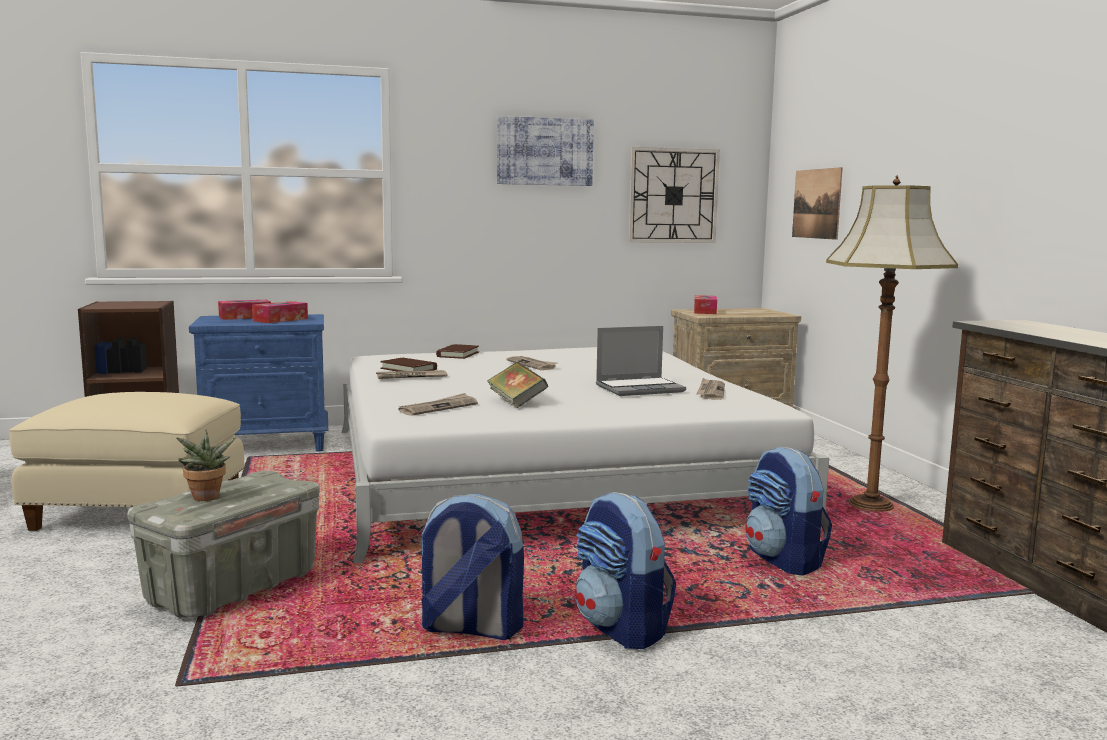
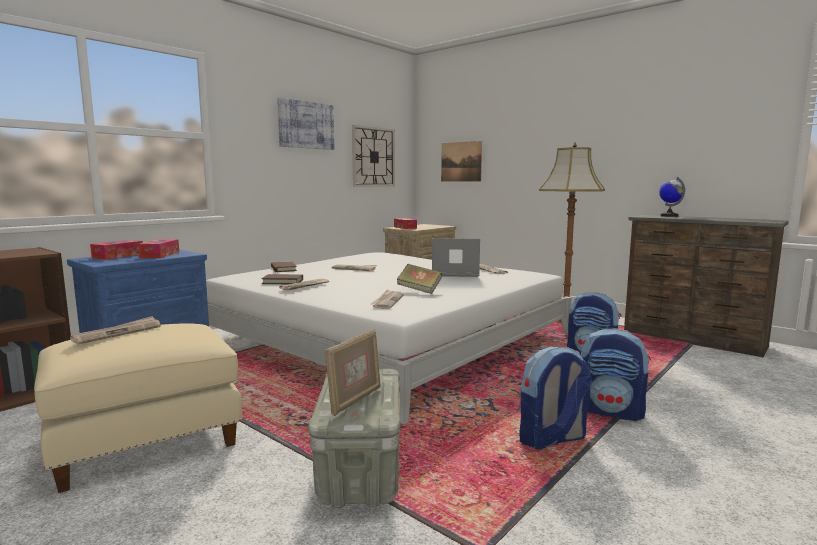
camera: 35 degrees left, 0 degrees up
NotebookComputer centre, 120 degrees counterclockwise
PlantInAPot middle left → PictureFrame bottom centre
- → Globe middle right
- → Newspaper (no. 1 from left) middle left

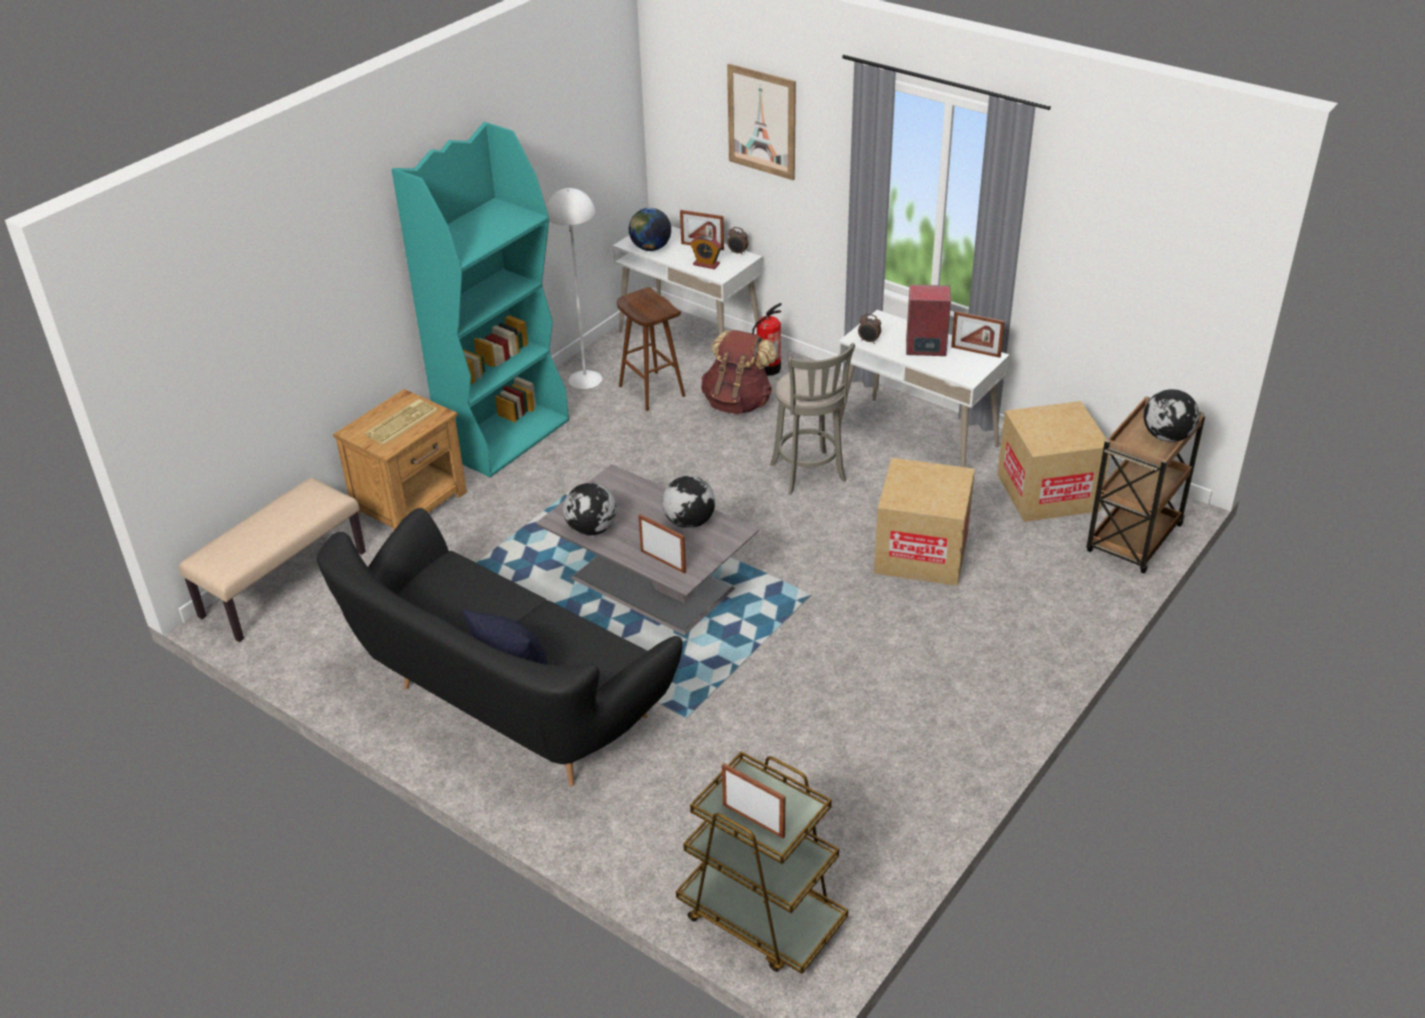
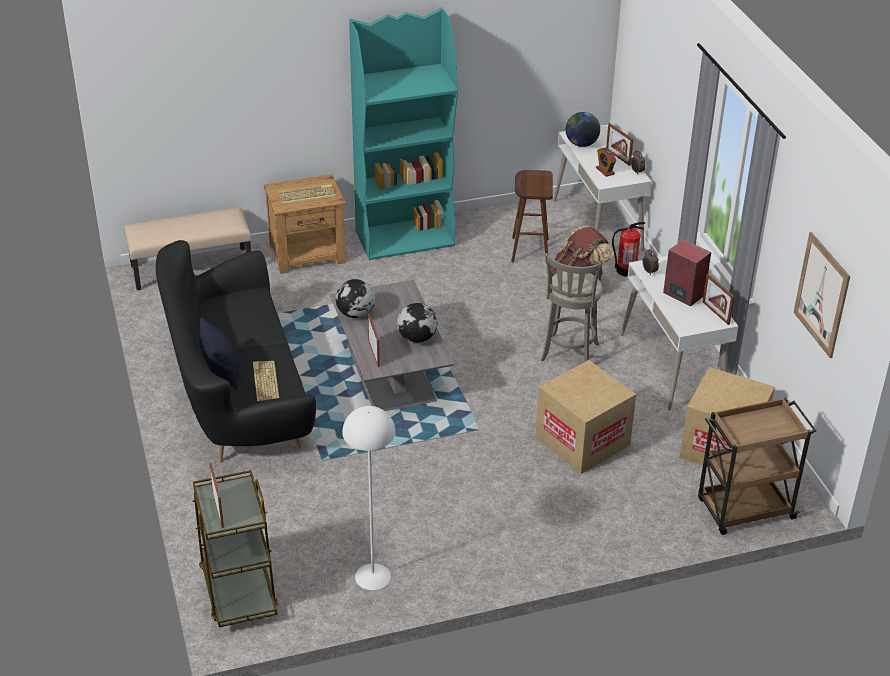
camera: 35 degrees right, 0 degrees up
WallPicture top centre → WallPicture middle right, shifted
WhiteColouredFloorLamp top centre → WhiteColouredFloorLamp bottom centre, shifted
Globe (no. 4 from left) middle right → -
- → ComputerKeyboard (no. 1 from left) middle left

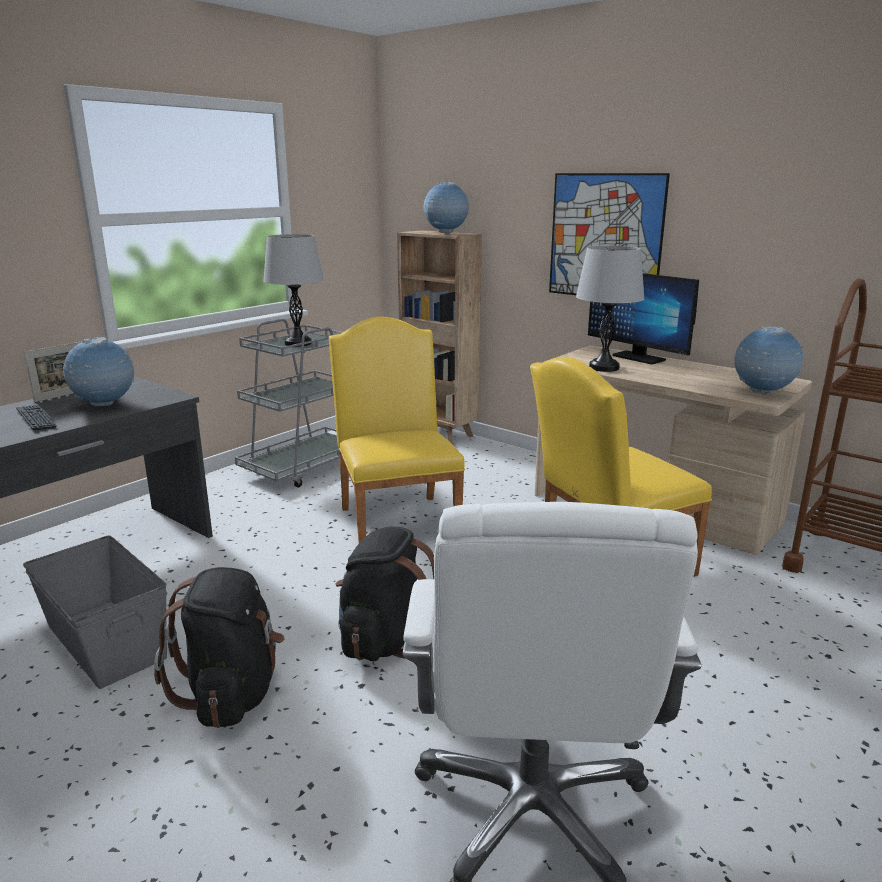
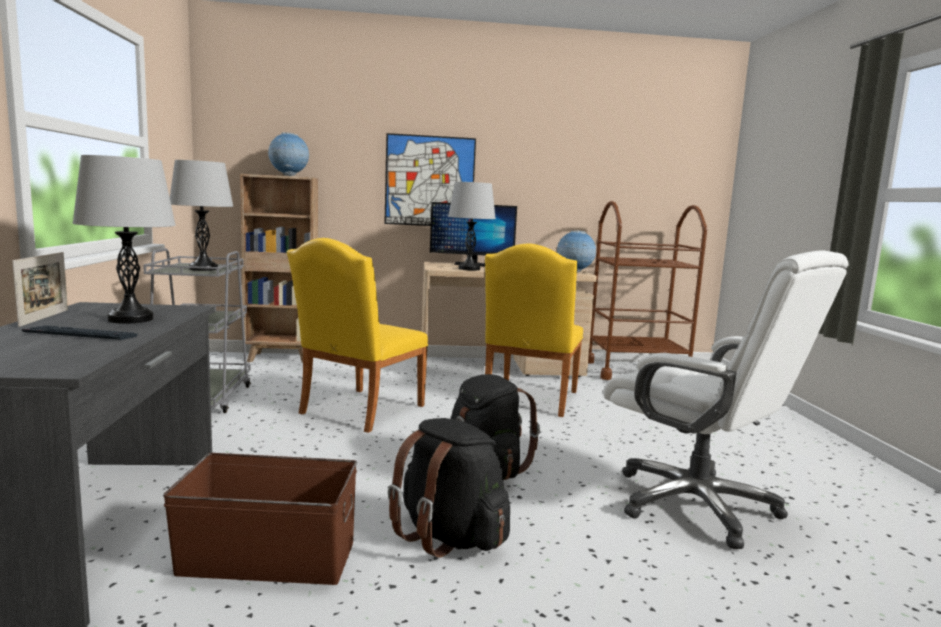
camera: 45 degrees left, 10 degrees down
YellowishPlainChair (no. 1 from left) centre, 90 degrees counterclockwise
Globe (no. 1 from left) middle left → GreyLampForATable (no. 1 from left) middle left
GreyStorageContainer bottom left → BrownColouredStorageContainer bottom left

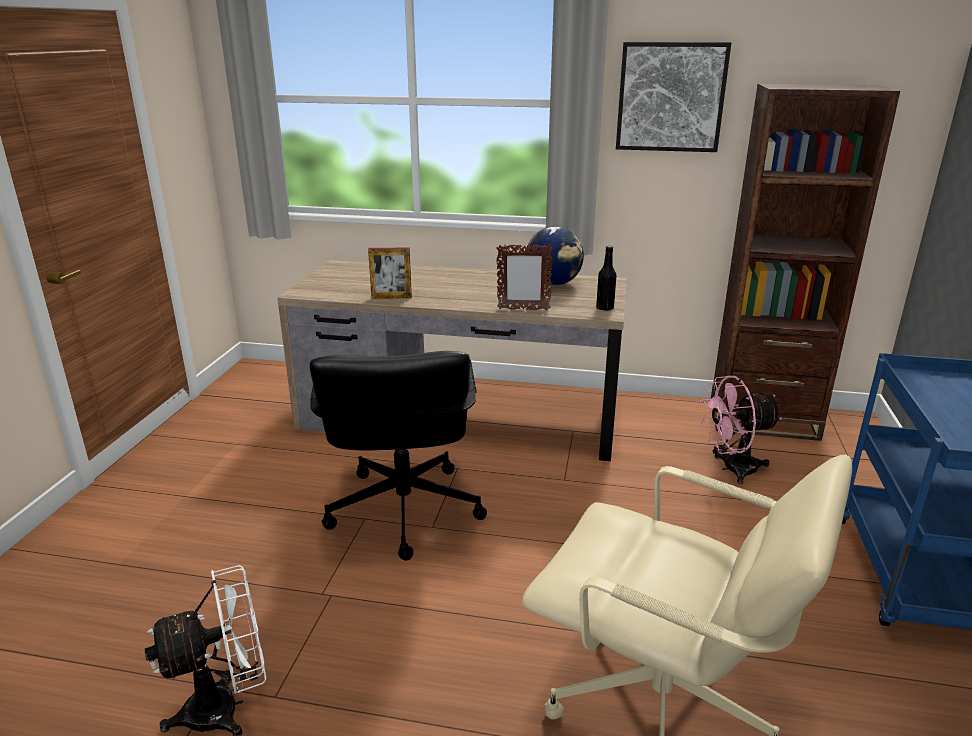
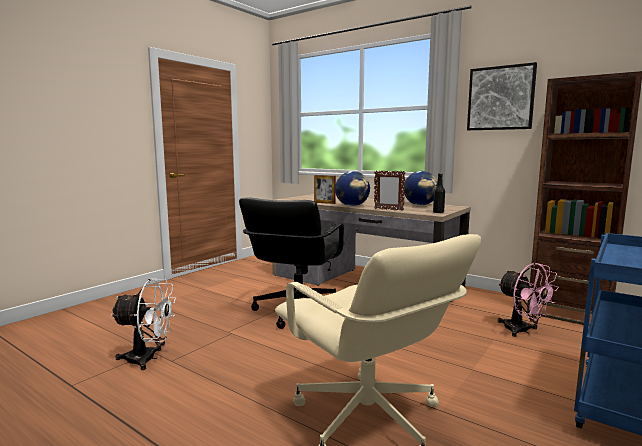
camera: 25 degrees right, 15 degrees down
PinkColouredCoolingFan middle right → PinkColouredCoolingFan bottom right, 135 degrees counterclockwise
- → Globe (no. 1 from left) centre

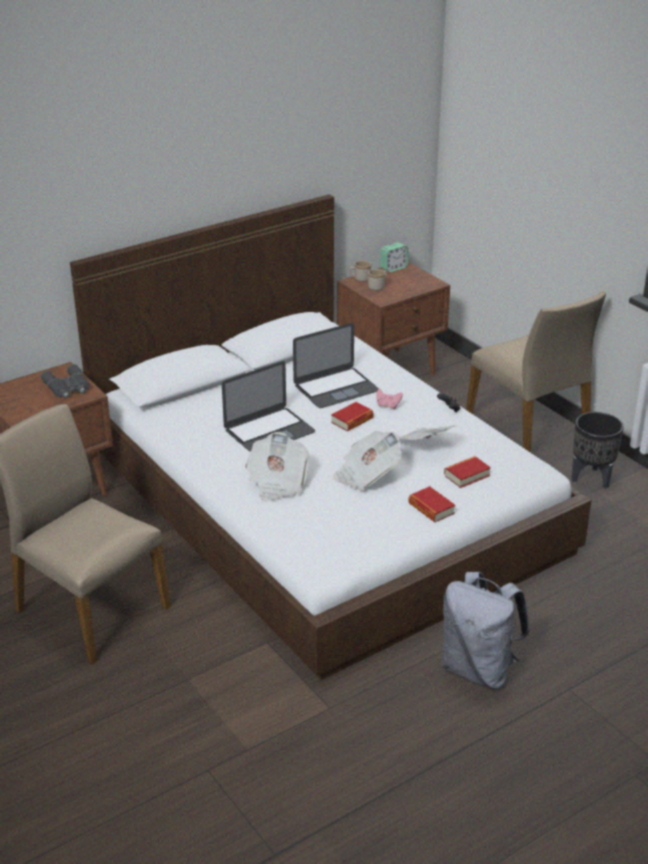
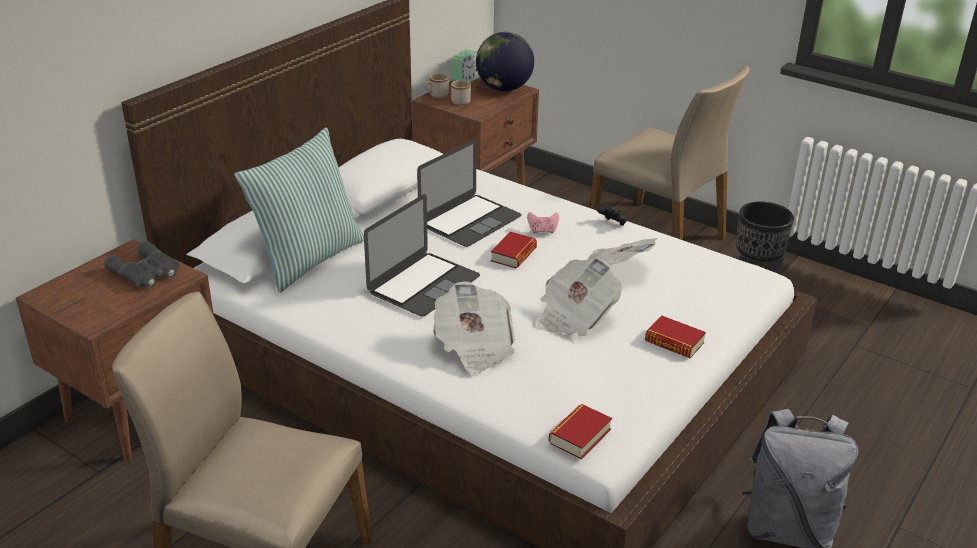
camera: 20 degrees left, 0 degrees up
Volume (no. 3 from left in the first image) middle right → Volume (no. 2 from left) bottom centre, shifted
- → Globe top centre
- → Cushion middle left

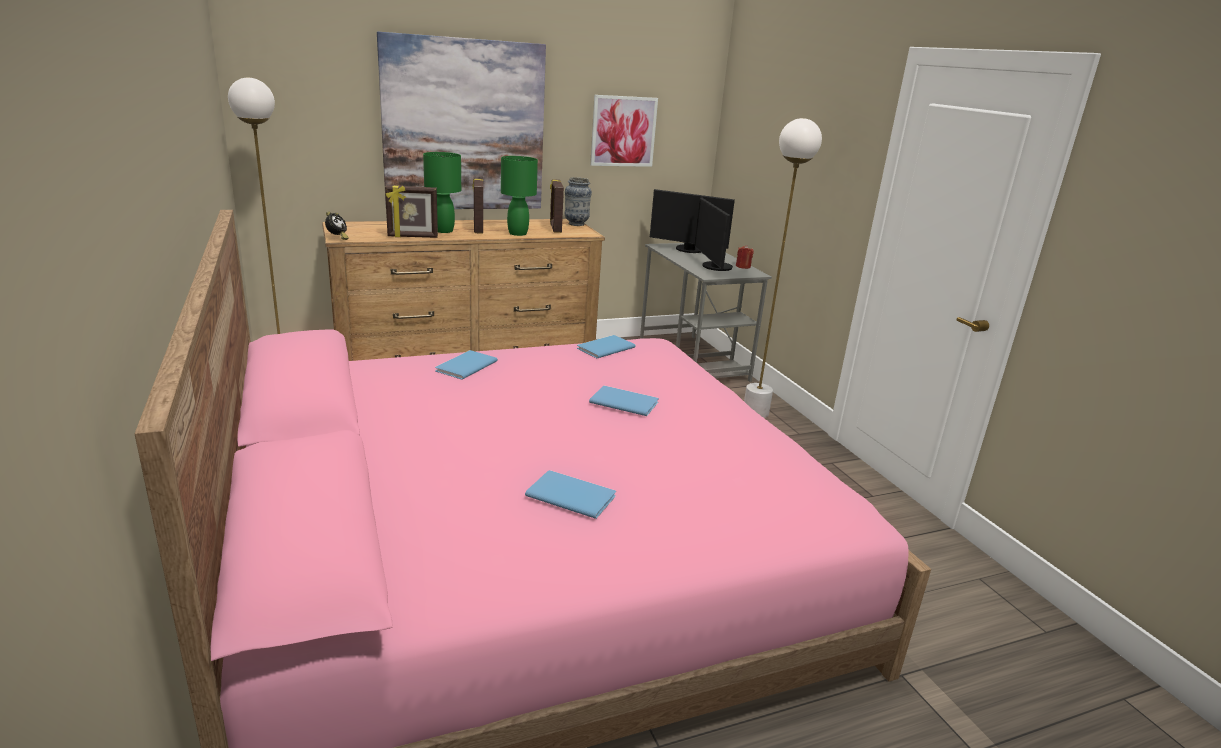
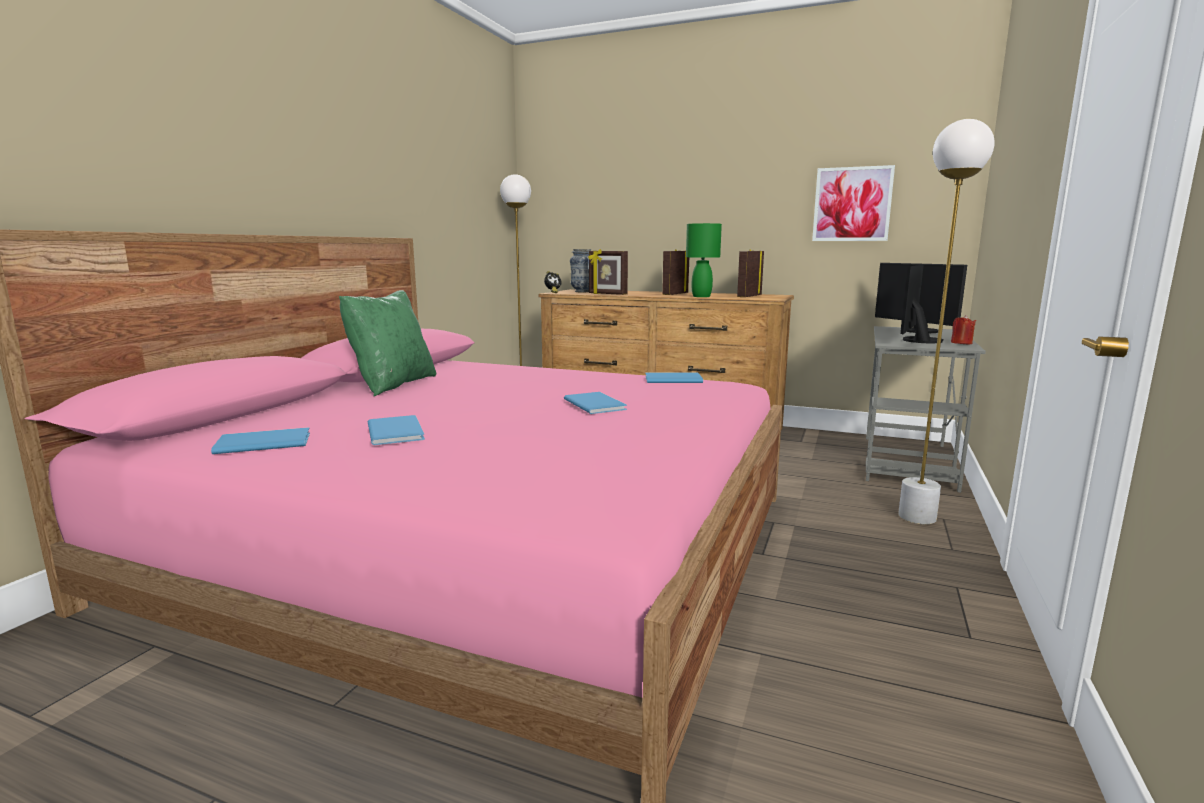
camera: 45 degrees right, 10 degrees down
WallPicture (no. 1 from left) top centre → -
GreenColouredLampForATable (no. 1 from left) top centre → -
DecorativeVase top centre → DecorativeVase centre, shifted
BlueColouredVolume (no. 1 from left) centre → BlueColouredVolume (no. 1 from left) middle left, shifted
- → GreenColouredCushion middle left

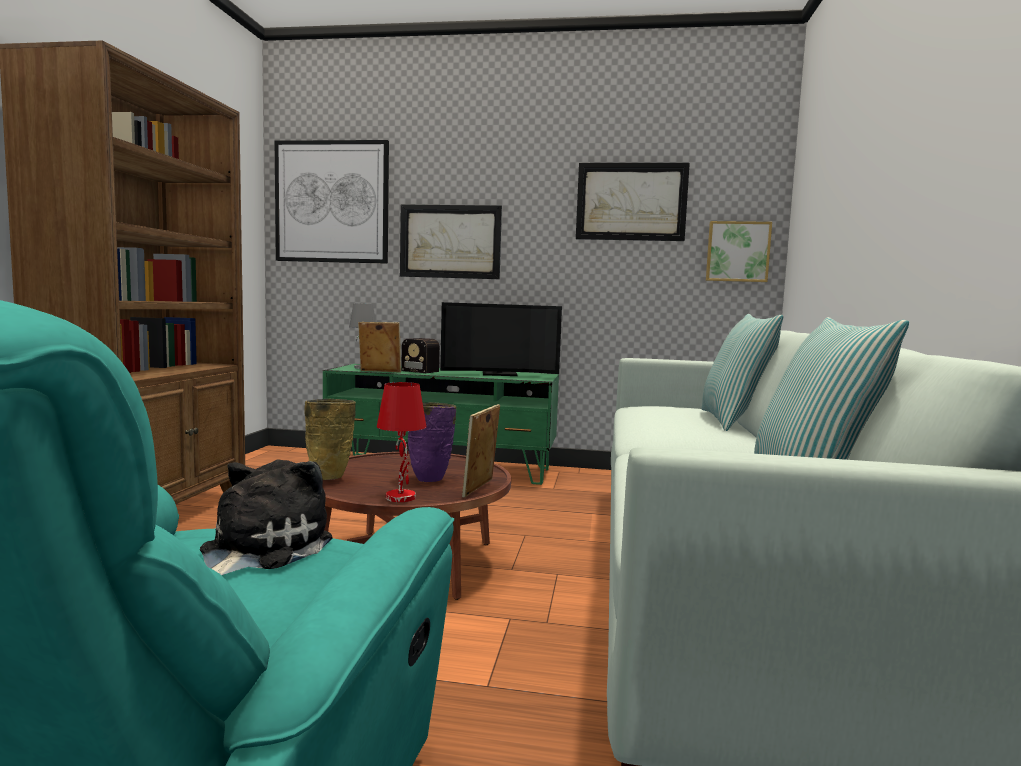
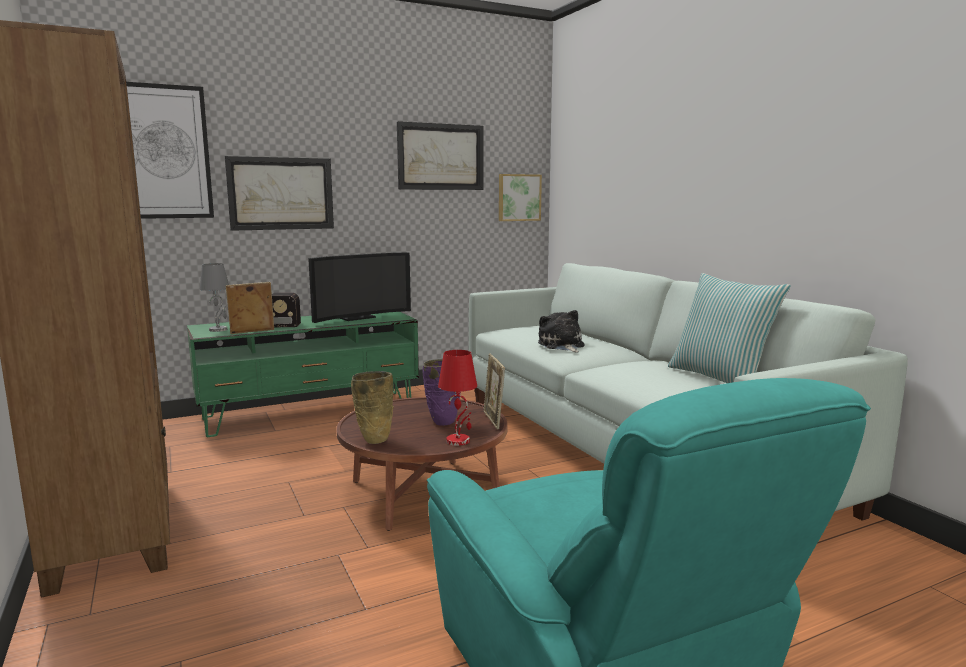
camera: 35 degrees left, 5 degrees up
Cushion (no. 1 from left) middle right → -
CuddlyToy bottom left → CuddlyToy centre, shifted

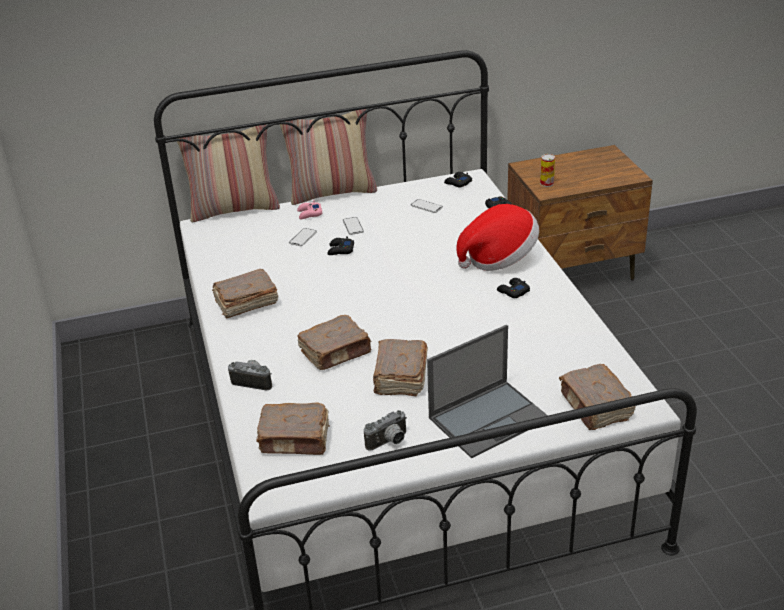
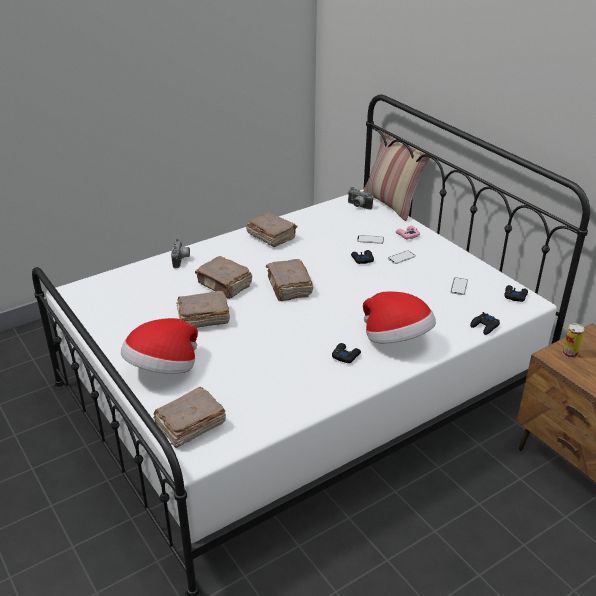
camera: 70 degrees right, 0 degrees up
Cushion (no. 2 from left) top centre → -
NotebookComputer centre → ClothingHat (no. 1 from left) middle left
BrownColouredVolume (no. 2 from left in the first image) bottom centre → BrownColouredVolume (no. 5 from left) centre, shifted
PhotoCamera (no. 2 from left) bottom centre → PhotoCamera (no. 2 from left) top centre, shifted

